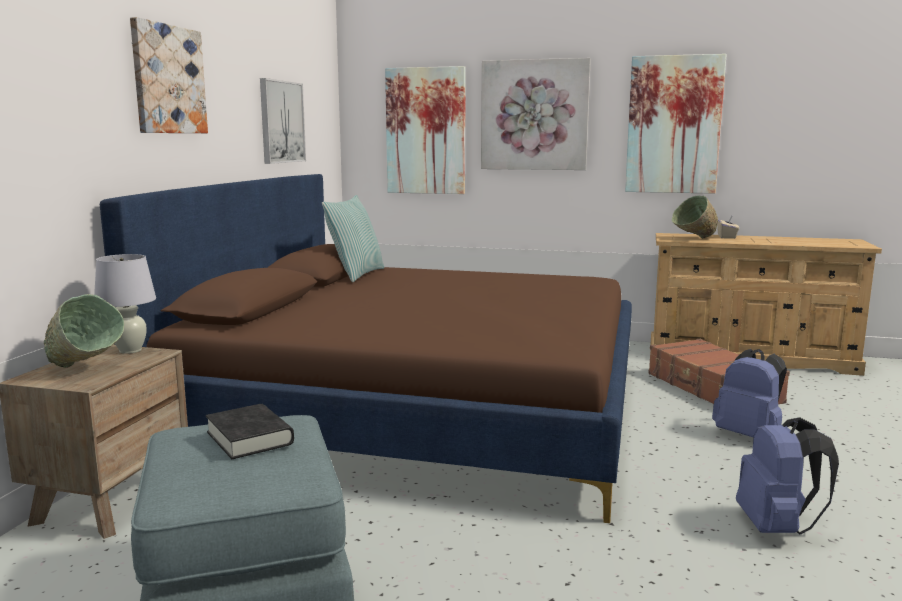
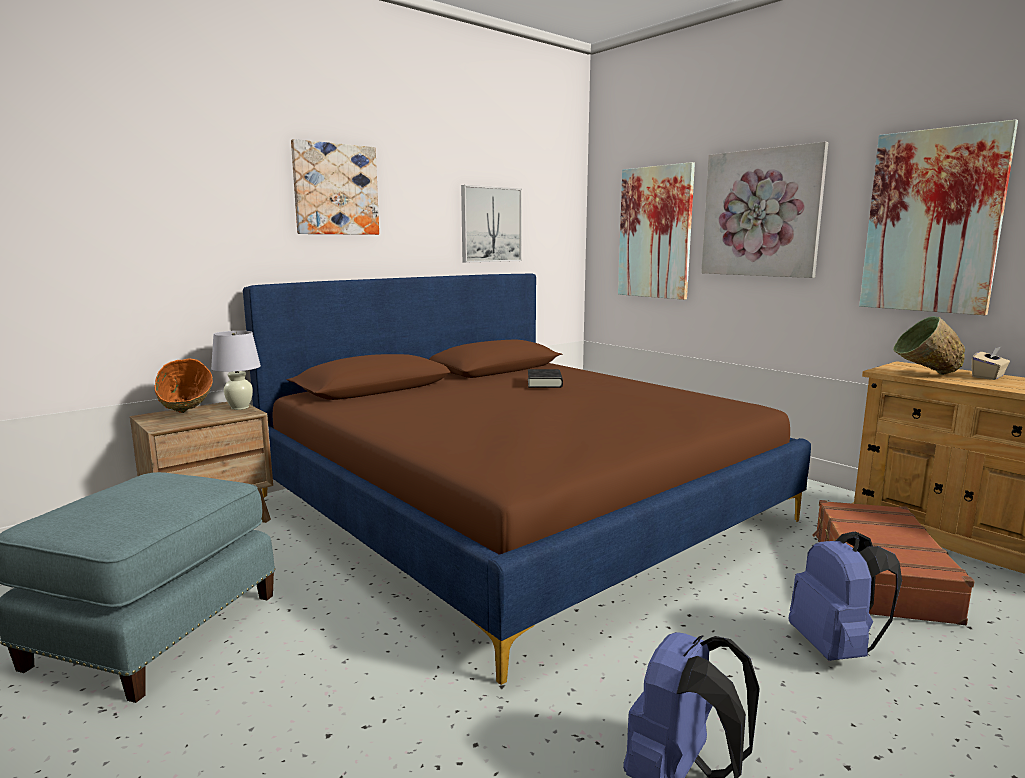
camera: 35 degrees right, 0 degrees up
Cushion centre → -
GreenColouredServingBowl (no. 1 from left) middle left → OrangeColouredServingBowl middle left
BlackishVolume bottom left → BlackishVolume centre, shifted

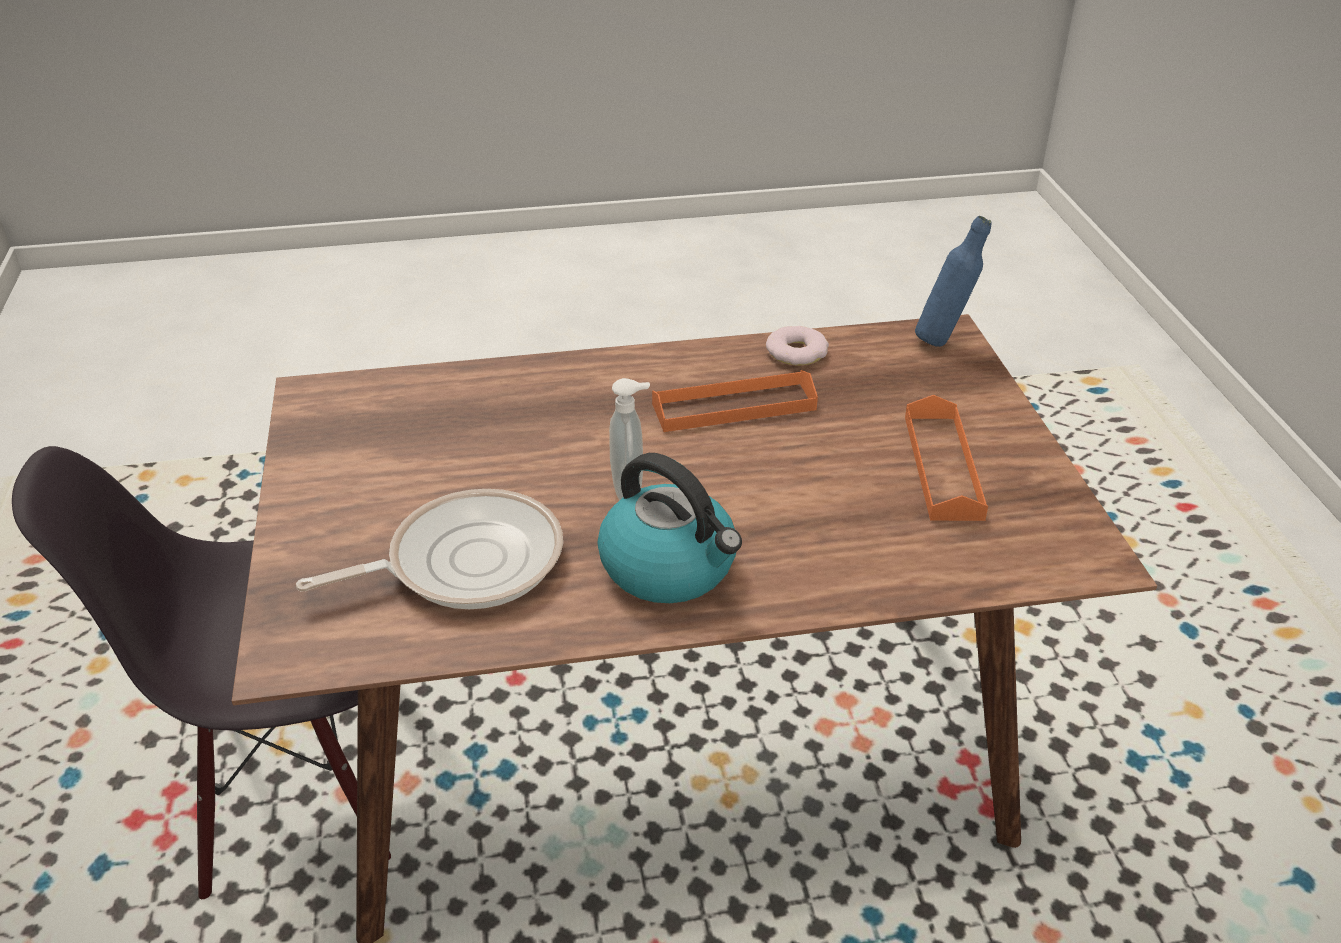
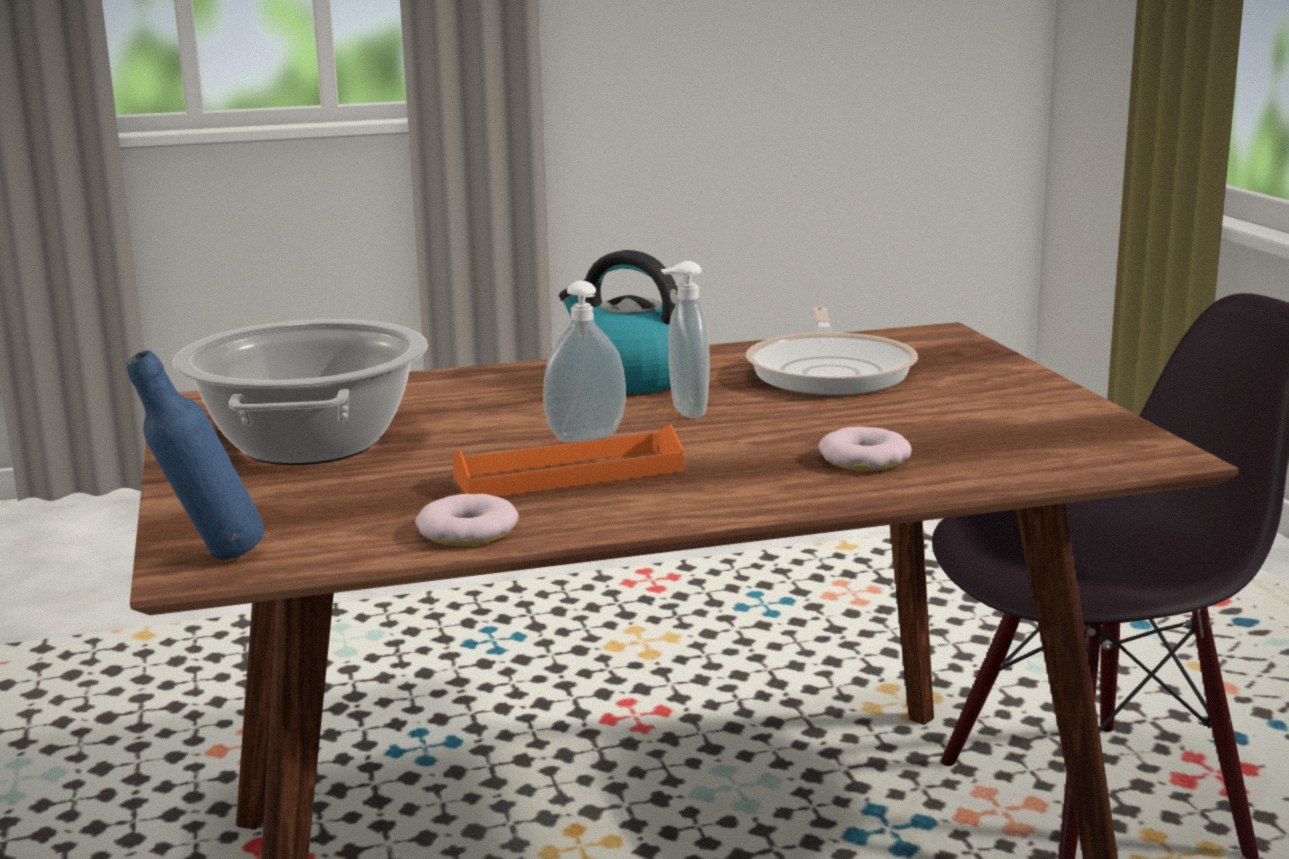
camera: 175 degrees right, 20 degrees down
OrangeColouredCarryingTray (no. 2 from left) middle right → Stockpot middle left
Pan middle left → Pan centre, 60 degrees counterclockwise
- → LiquidSoapBottle (no. 1 from left) centre
- → Doughnut (no. 2 from left) middle right

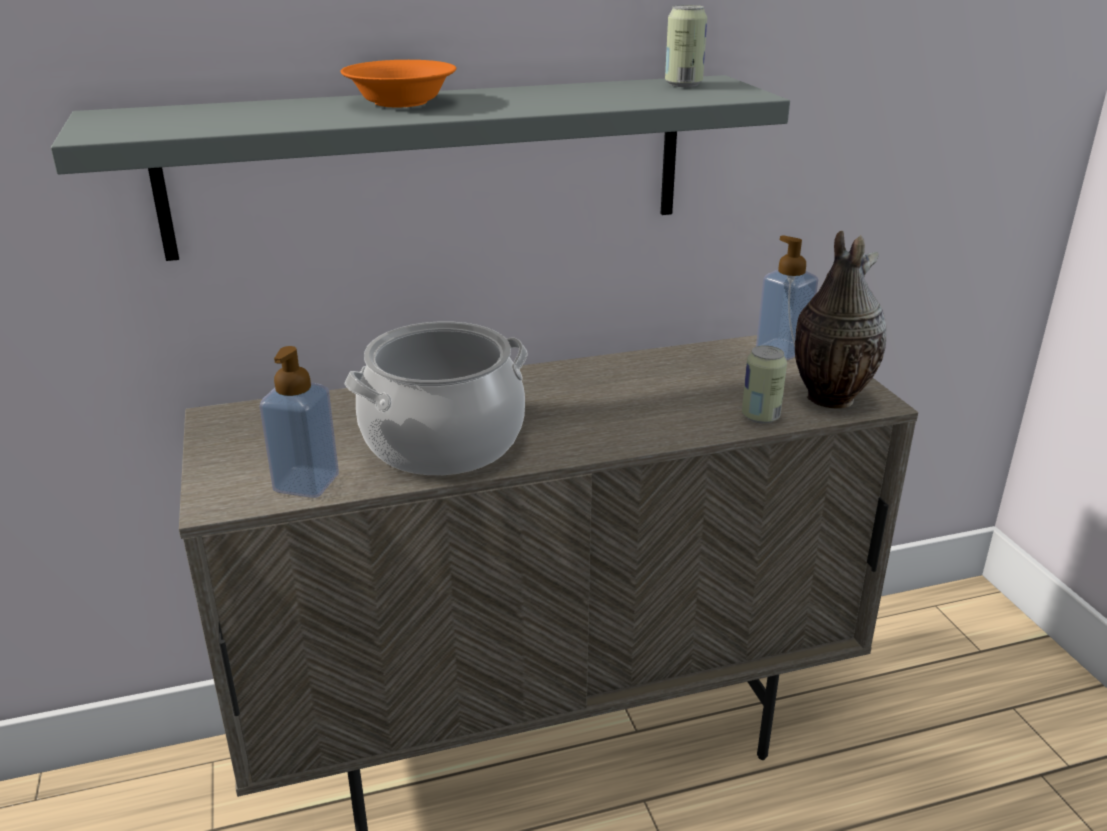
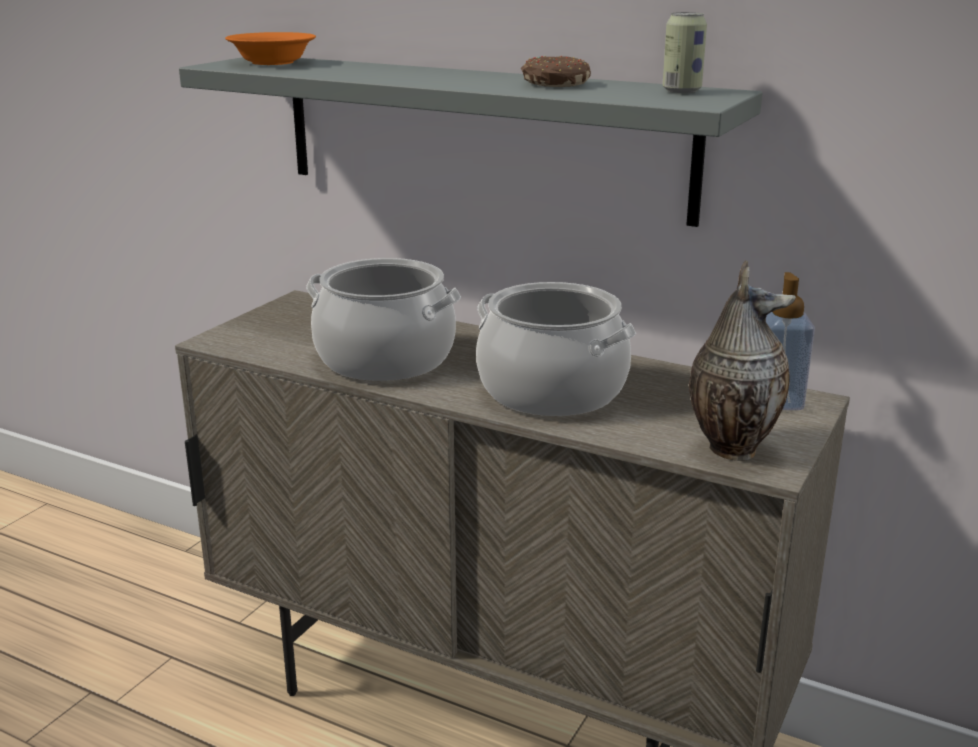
camera: 45 degrees right, 5 degrees down
OrangeColouredServingBowl top centre → OrangeColouredServingBowl top left, shifted
Can (no. 2 from left) middle right → -
LiquidSoapBottle (no. 1 from left) middle left → -
- → Doughnut top centre
- → Stockpot (no. 2 from left) centre

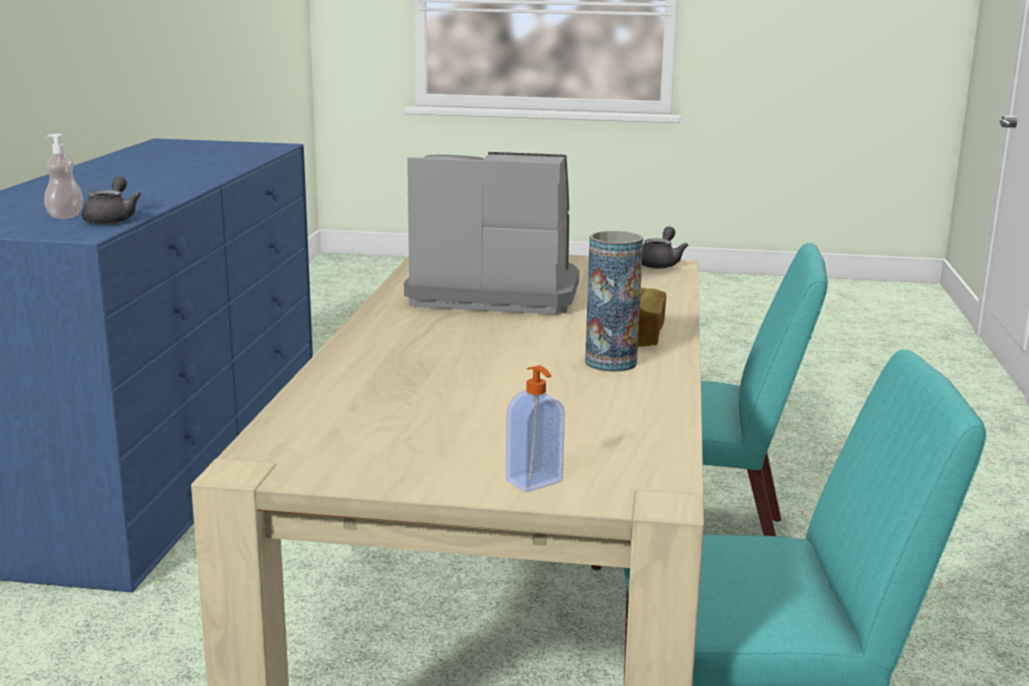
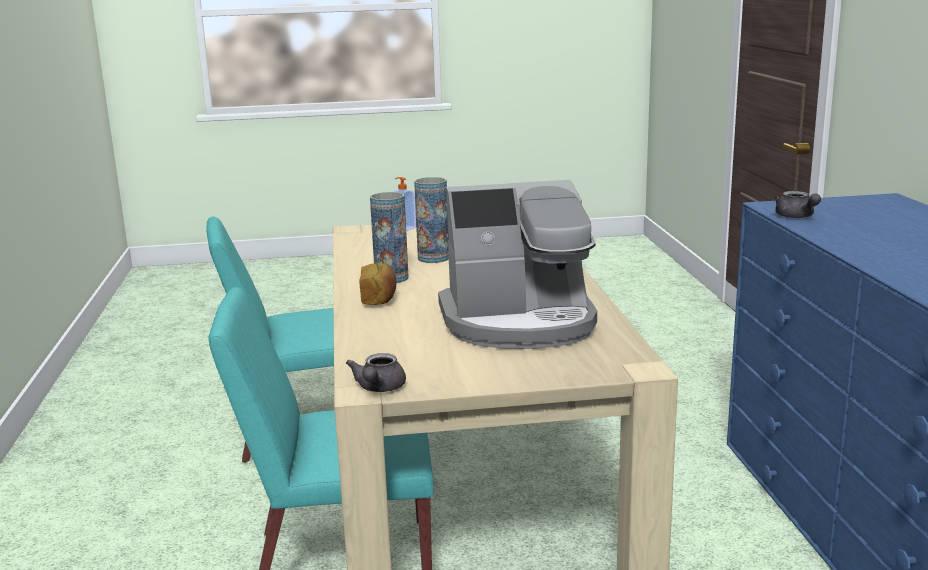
camera: 165 degrees right, 0 degrees up
LiquidSoapBottle (no. 1 from left) top left → -
- → DecorativeVase (no. 2 from left) centre

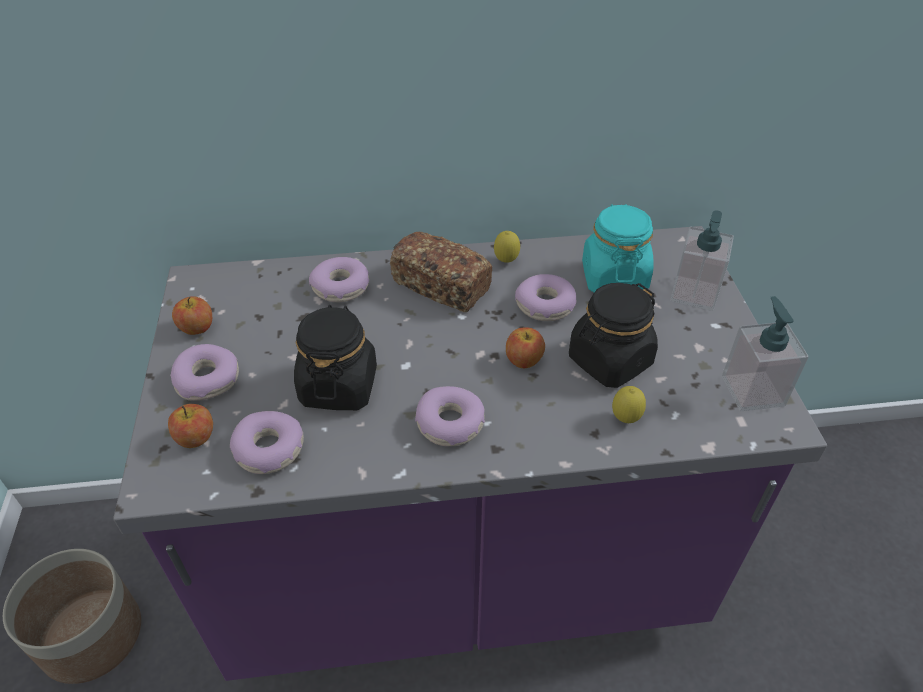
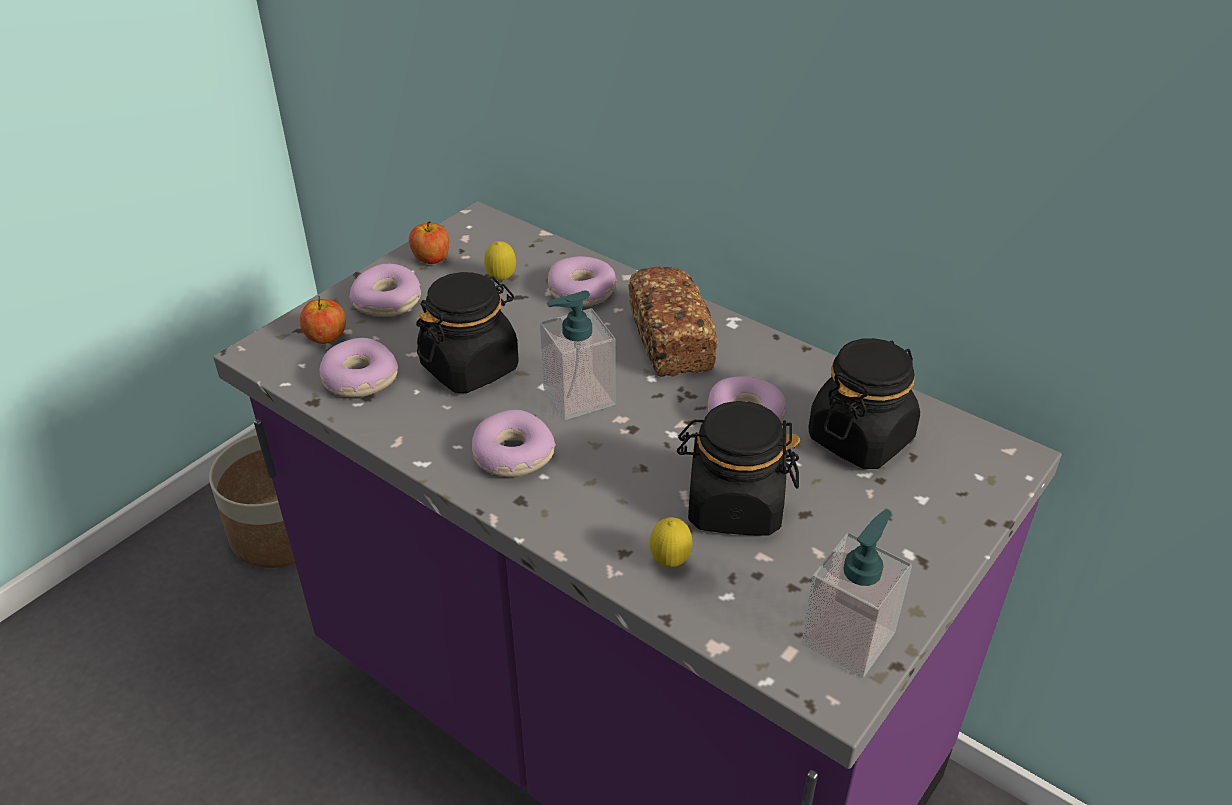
camera: 45 degrees right, 5 degrees down
TurquoiseColouredStorageJar middle right → BlackishStorageJar (no. 3 from left) middle right
LiquidSoapBottle (no. 1 from left) middle right → LiquidSoapBottle (no. 1 from left) centre, shifted
CitrusFruit (no. 1 from left) centre → CitrusFruit (no. 1 from left) top centre, shifted
WholeApple (no. 3 from left) centre → -

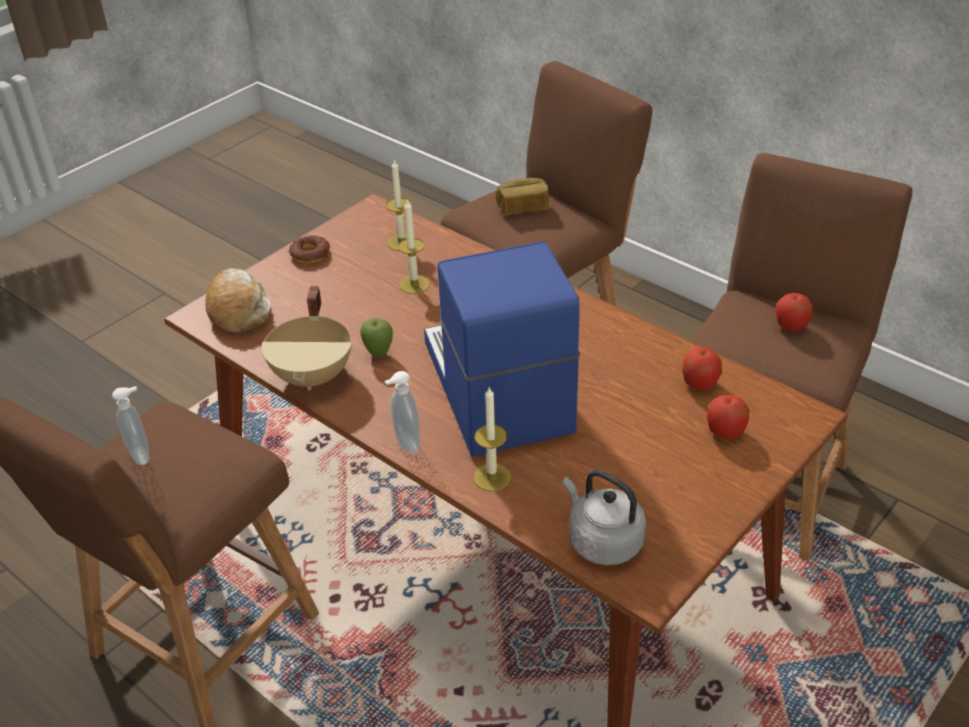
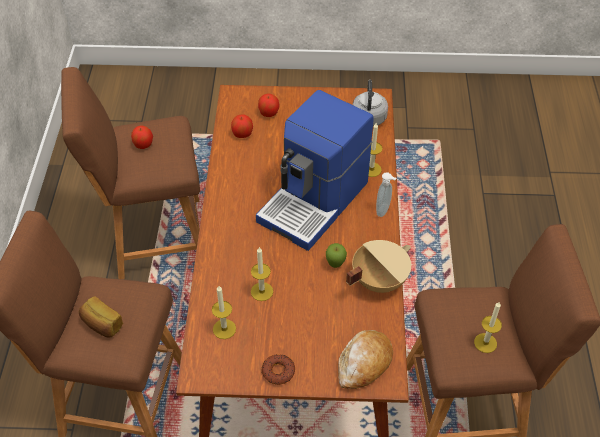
camera: 130 degrees left, 10 degrees up
LiquidSoapBottle (no. 1 from left) middle left → Candle (no. 4 from left) bottom right

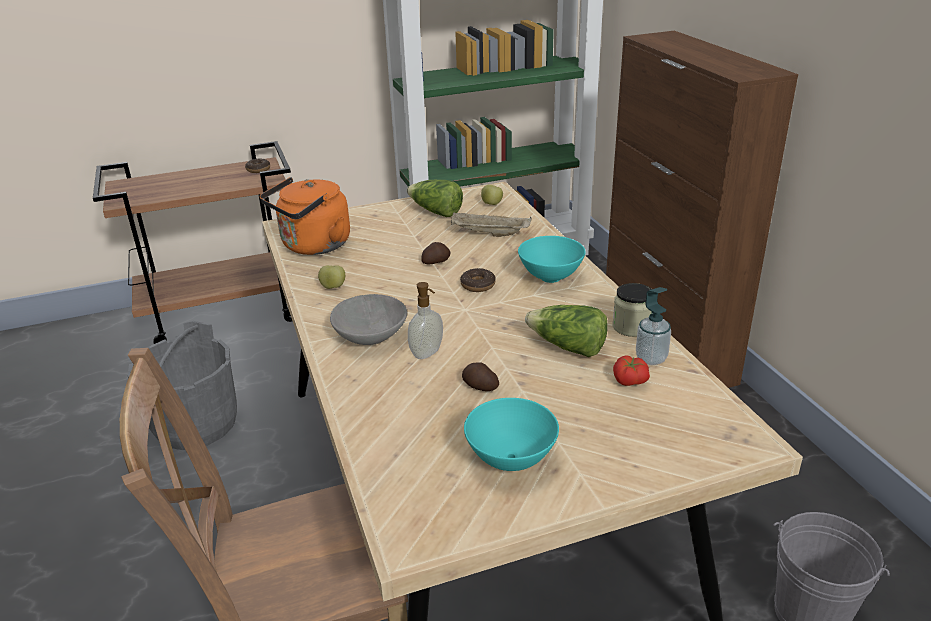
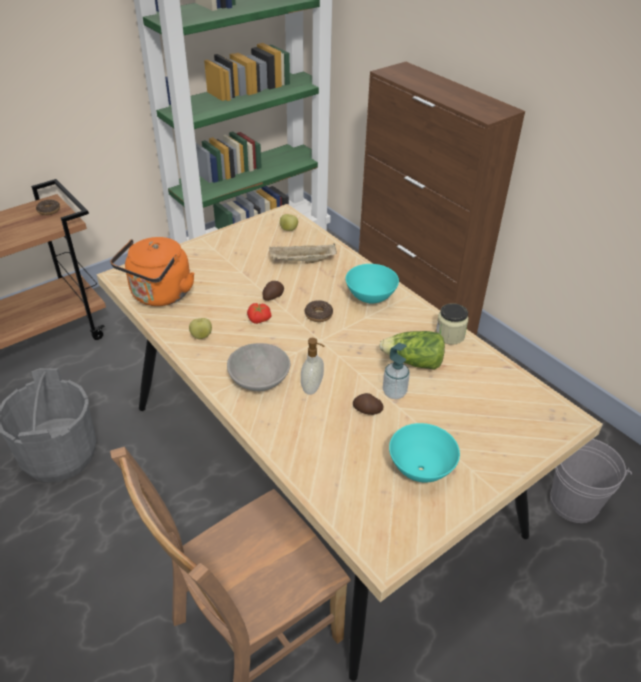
camera: 20 degrees left, 10 degrees up
LettuceHead (no. 1 from left) top centre → -
LiquidSoapBottle (no. 2 from left) middle right → LiquidSoapBottle (no. 2 from left) centre, shifted
FreshTomato middle right → FreshTomato centre, shifted

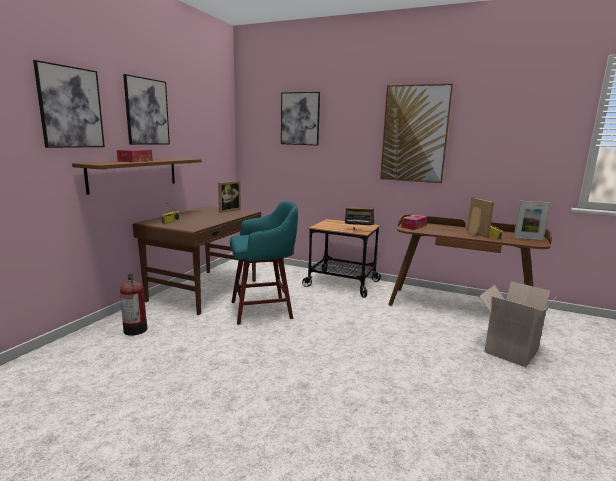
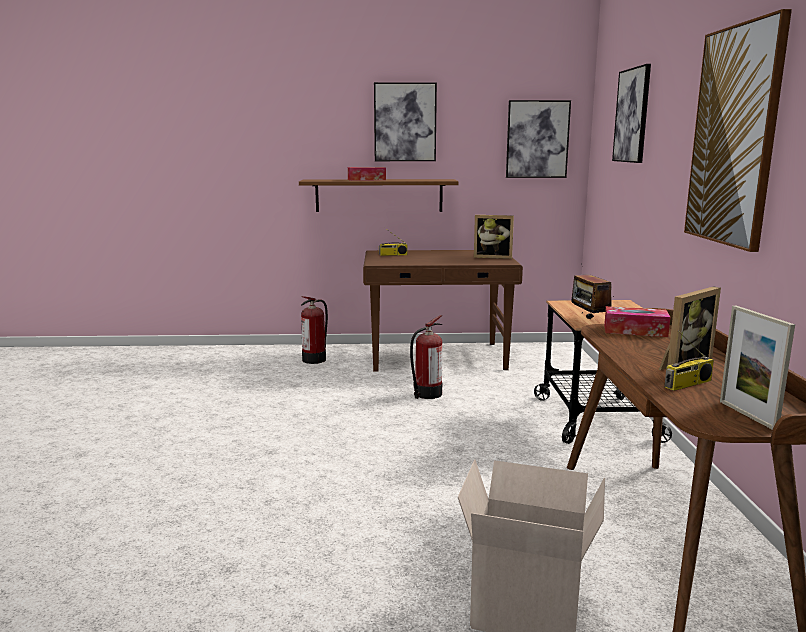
camera: 65 degrees right, 0 degrees up
WallPicture (no. 1 from left in the first image) top left → WallPicture (no. 2 from left) top right, shifted
TurquoiseColouredStool centre → FireFightingCylinder (no. 2 from left) centre

